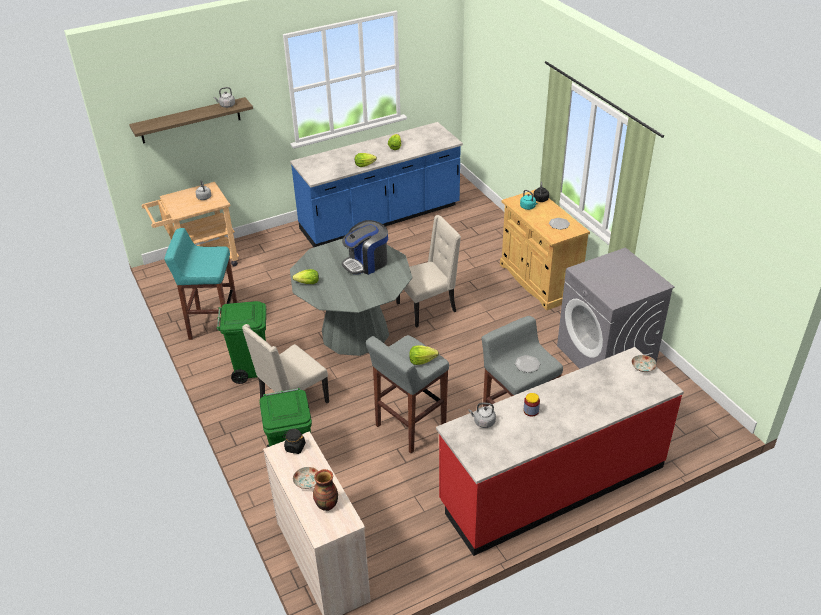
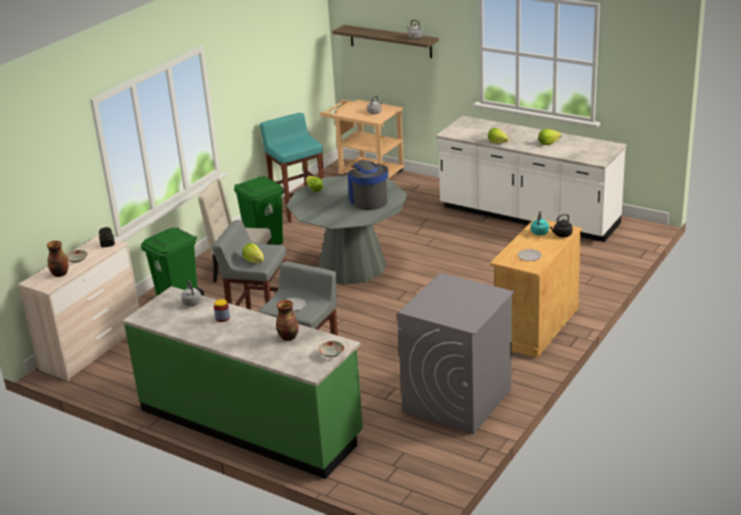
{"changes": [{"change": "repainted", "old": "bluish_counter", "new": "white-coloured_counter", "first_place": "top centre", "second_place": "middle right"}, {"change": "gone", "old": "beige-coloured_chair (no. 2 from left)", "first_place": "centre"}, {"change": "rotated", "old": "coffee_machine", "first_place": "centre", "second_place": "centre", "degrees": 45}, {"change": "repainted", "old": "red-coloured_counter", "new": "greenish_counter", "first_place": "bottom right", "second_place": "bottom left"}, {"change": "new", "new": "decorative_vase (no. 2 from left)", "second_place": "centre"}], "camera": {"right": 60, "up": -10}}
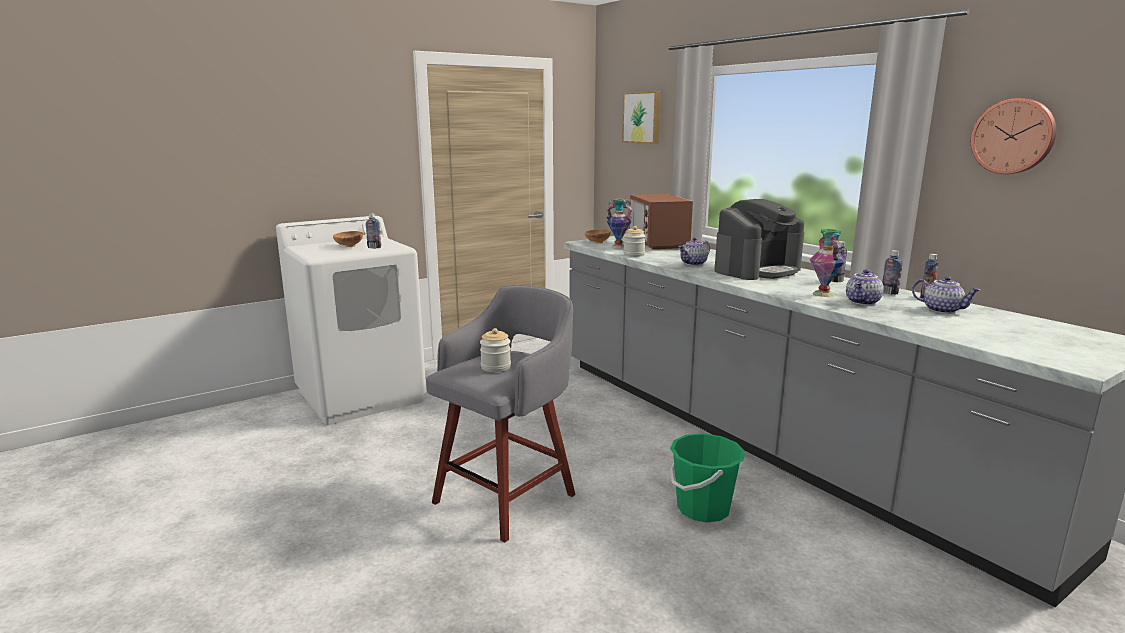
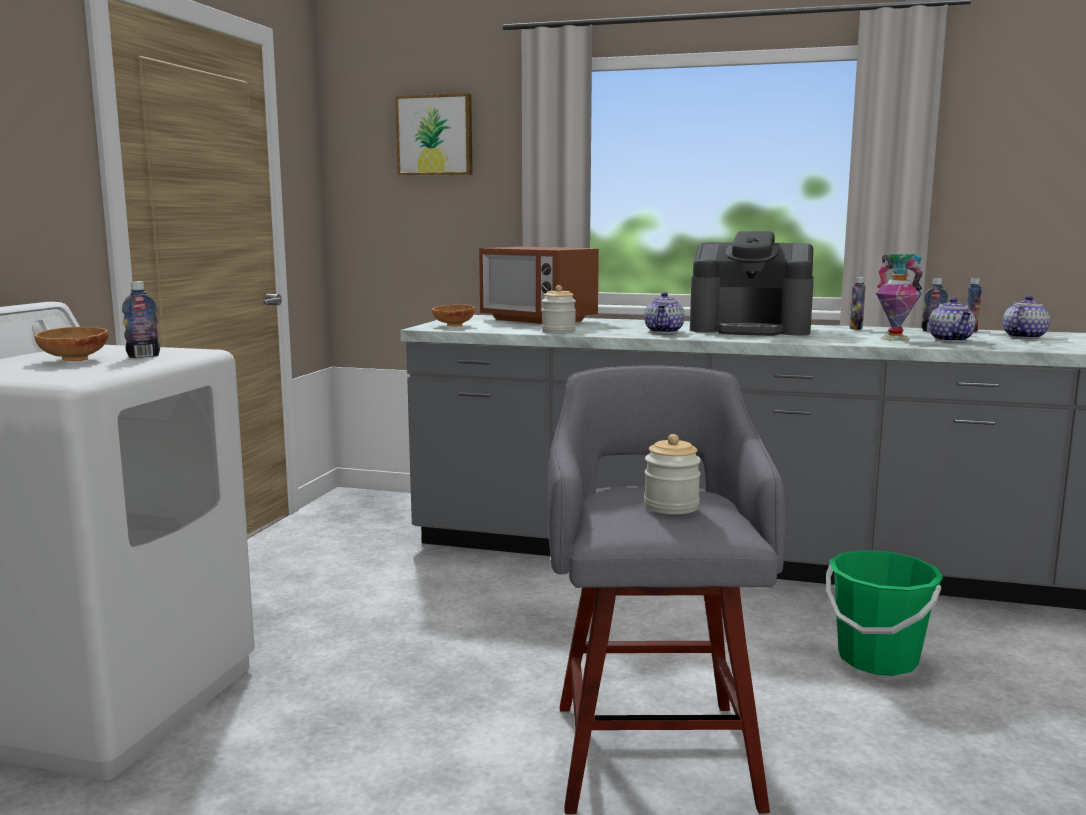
{"changes": [{"change": "gone", "old": "clock_on_the_wall", "first_place": "top right"}, {"change": "gone", "old": "decorative_vase (no. 1 from left)", "first_place": "centre"}, {"change": "rotated", "old": "coffee_machine", "first_place": "middle right", "second_place": "middle right", "degrees": 90}, {"change": "rotated", "old": "teapot (no. 3 from left)", "first_place": "middle right", "second_place": "middle right", "degrees": -45}], "camera": {"right": -40, "up": -5}}
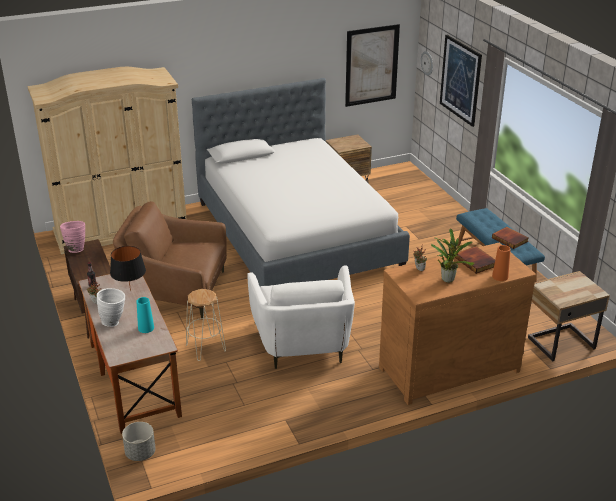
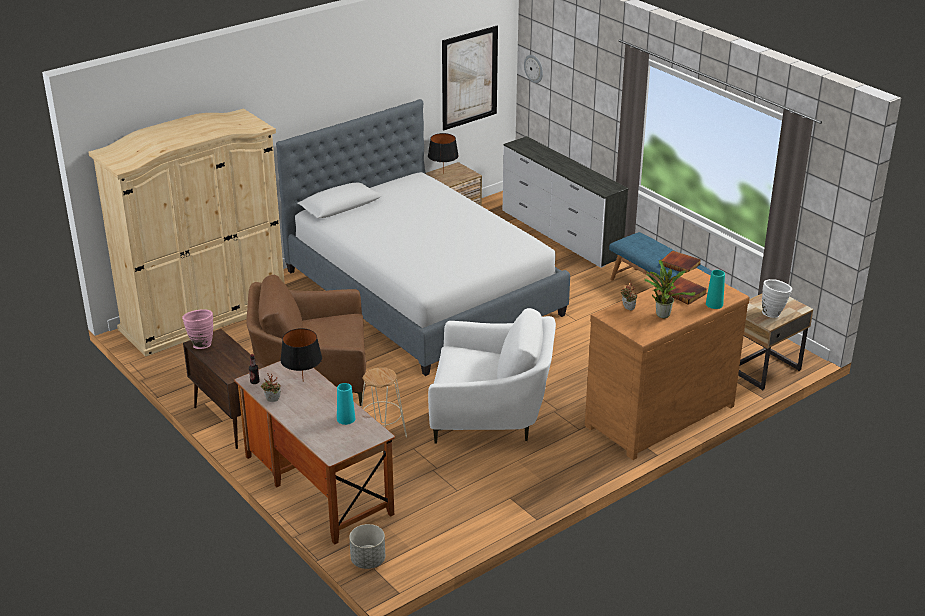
{"changes": [{"change": "gone", "old": "wall_picture (no. 2 from left)", "first_place": "top right"}, {"change": "repainted", "old": "orangey_decorative_vase", "new": "turquoise-coloured_decorative_vase (no. 2 from left)", "first_place": "middle right", "second_place": "middle right"}, {"change": "rotated", "old": "white-coloured_armchair", "first_place": "centre", "second_place": "centre", "degrees": -60}, {"change": "shifted", "old": "white-coloured_decorative_vase", "first_place": "middle left", "second_place": "middle right"}, {"change": "new", "new": "blackish_lamp_for_a_table (no. 2 from left)", "second_place": "top centre"}, {"change": "new", "new": "white-coloured_chest_of_drawers", "second_place": "top centre"}], "camera": {"right": -15, "up": 0}}
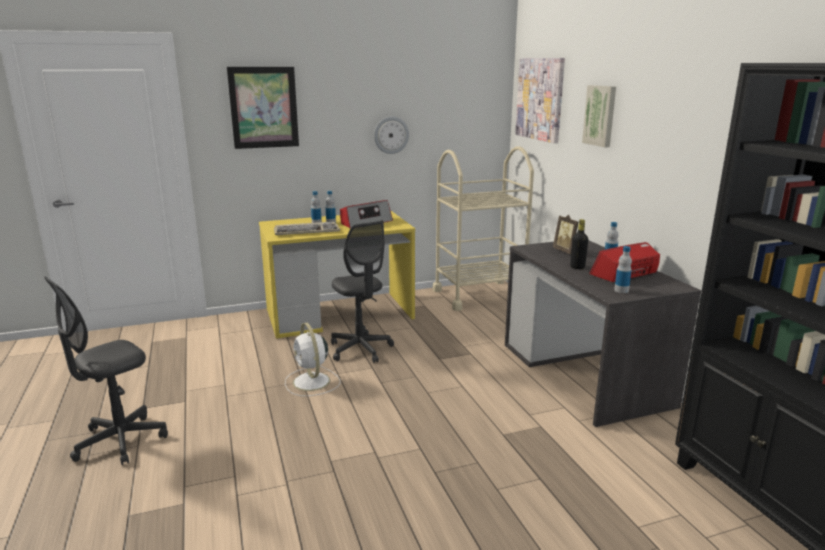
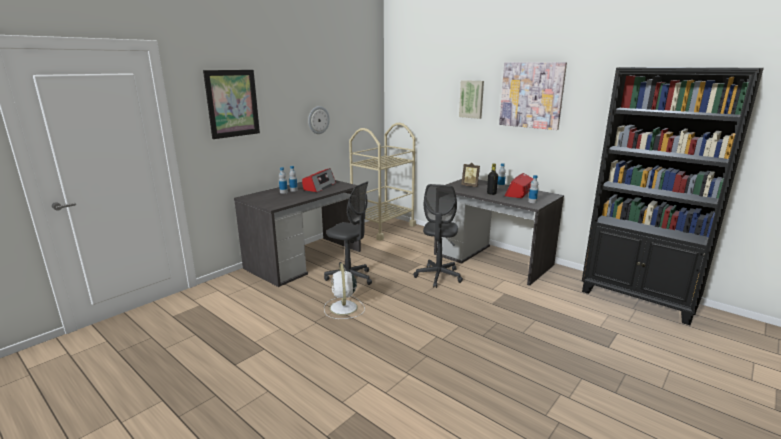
{"changes": [{"change": "shifted", "old": "wall_picture (no. 2 from left in the first image)", "new": "wall_picture (no. 3 from left)", "first_place": "top centre", "second_place": "top right"}, {"change": "repainted", "old": "yellowish_desk", "new": "greyish_desk (no. 1 from left)", "first_place": "centre", "second_place": "centre"}, {"change": "gone", "old": "PC_keyboard", "first_place": "centre"}, {"change": "shifted", "old": "greyish_computer_chair (no. 1 from left in the first image)", "new": "greyish_computer_chair (no. 2 from left)", "first_place": "bottom left", "second_place": "centre"}, {"change": "rotated", "old": "white-coloured_electric_fan", "first_place": "centre", "second_place": "centre", "degrees": 45}], "camera": {"right": -30, "up": 0}}
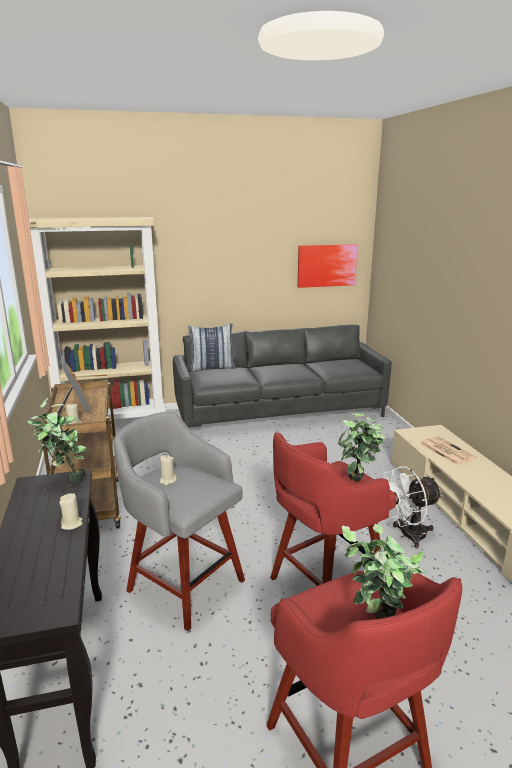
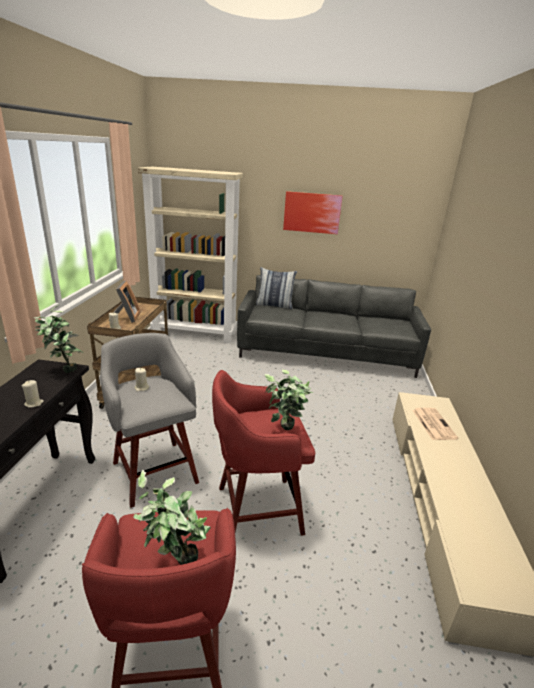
{"changes": [{"change": "shifted", "old": "wall_picture", "first_place": "centre", "second_place": "top centre"}, {"change": "gone", "old": "white-coloured_electric_fan", "first_place": "middle right"}], "camera": {"right": 20, "up": 5}}
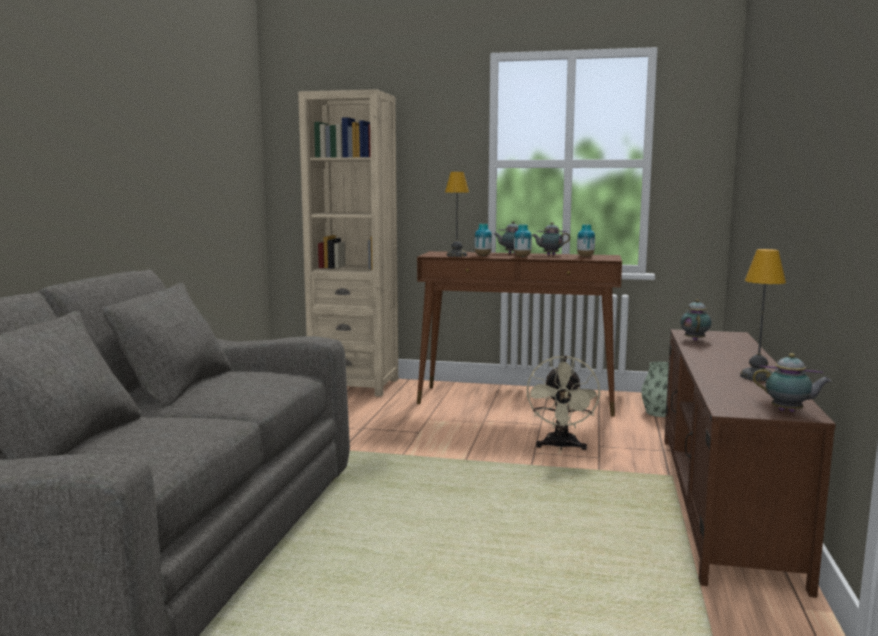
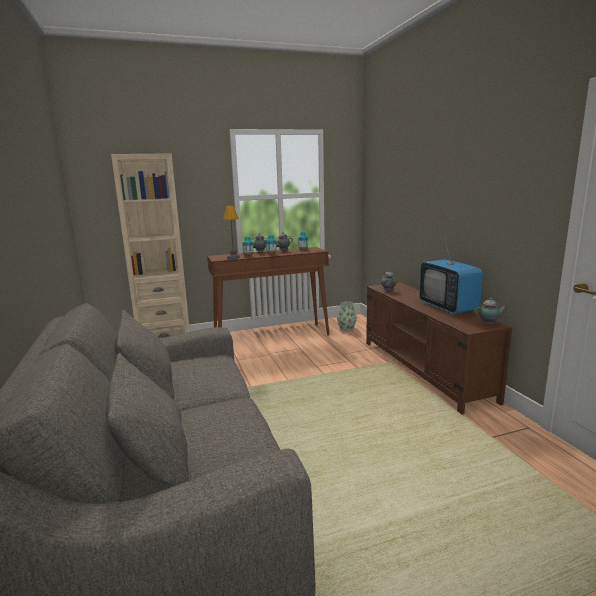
{"changes": [{"change": "swapped", "old": "lamp_for_a_table (no. 2 from left)", "new": "television", "first_place": "middle right", "second_place": "middle right"}, {"change": "gone", "old": "beige-coloured_electric_fan", "first_place": "centre"}], "camera": {"right": -30, "up": 5}}
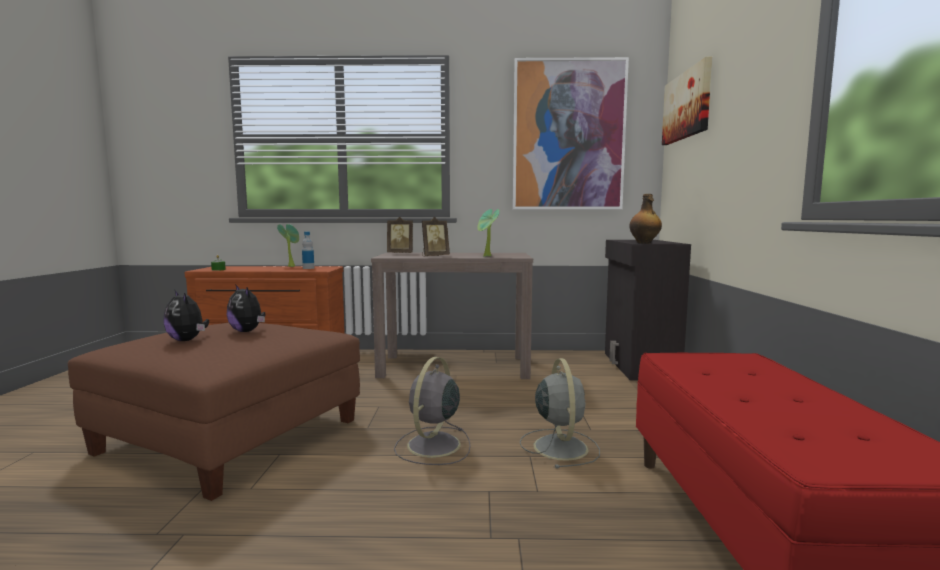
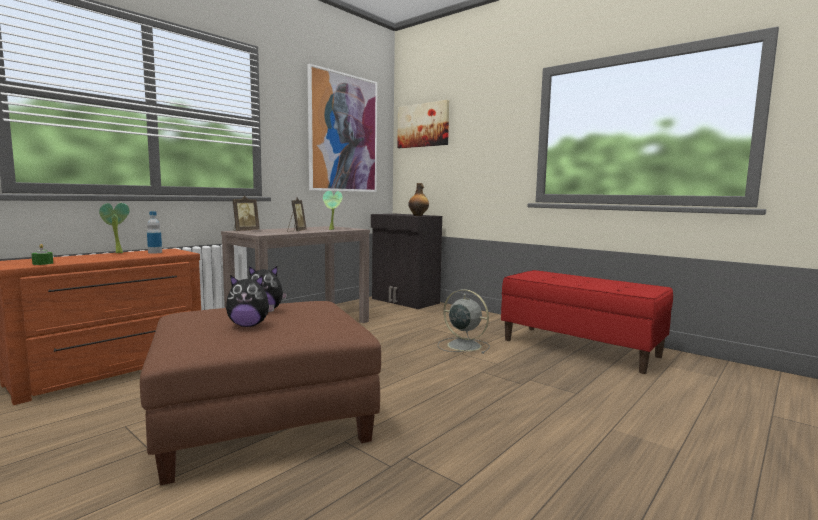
{"changes": [{"change": "gone", "old": "greyish_electric_fan (no. 1 from left)", "first_place": "bottom centre"}], "camera": {"right": -50, "up": 0}}
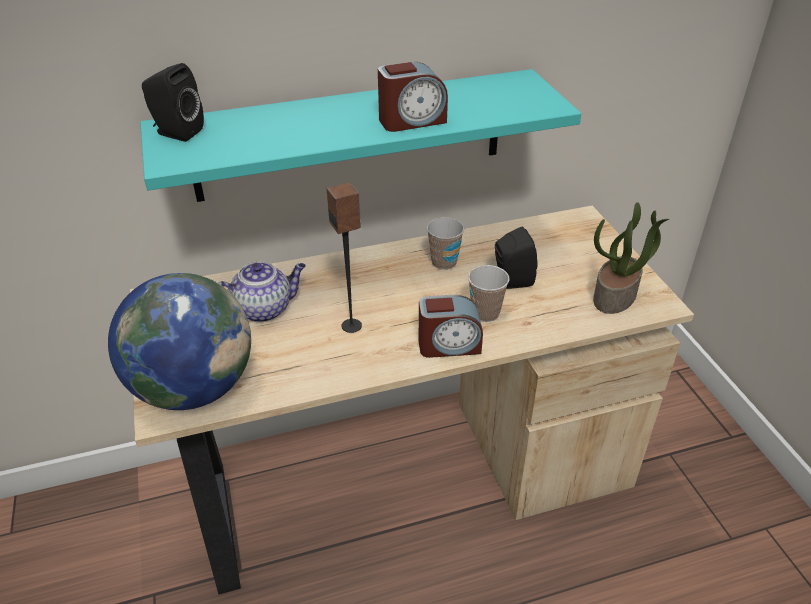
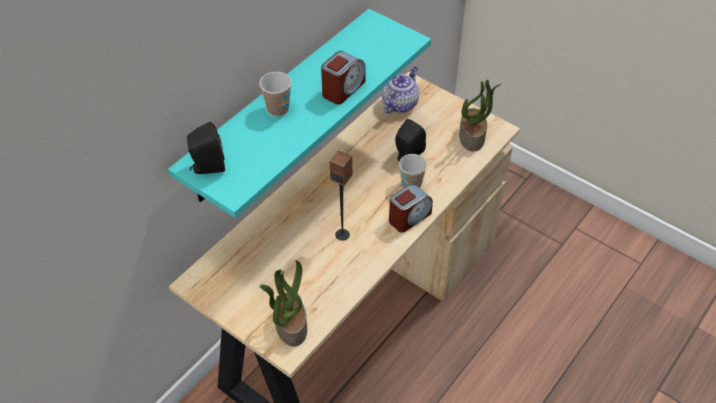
{"changes": [{"change": "shifted", "old": "cup (no. 1 from left)", "first_place": "centre", "second_place": "top centre"}, {"change": "shifted", "old": "teapot", "first_place": "middle left", "second_place": "top centre"}, {"change": "swapped", "old": "desk_globe", "new": "potted_plant (no. 1 from left)", "first_place": "middle left", "second_place": "bottom centre"}], "camera": {"right": -35, "up": 10}}
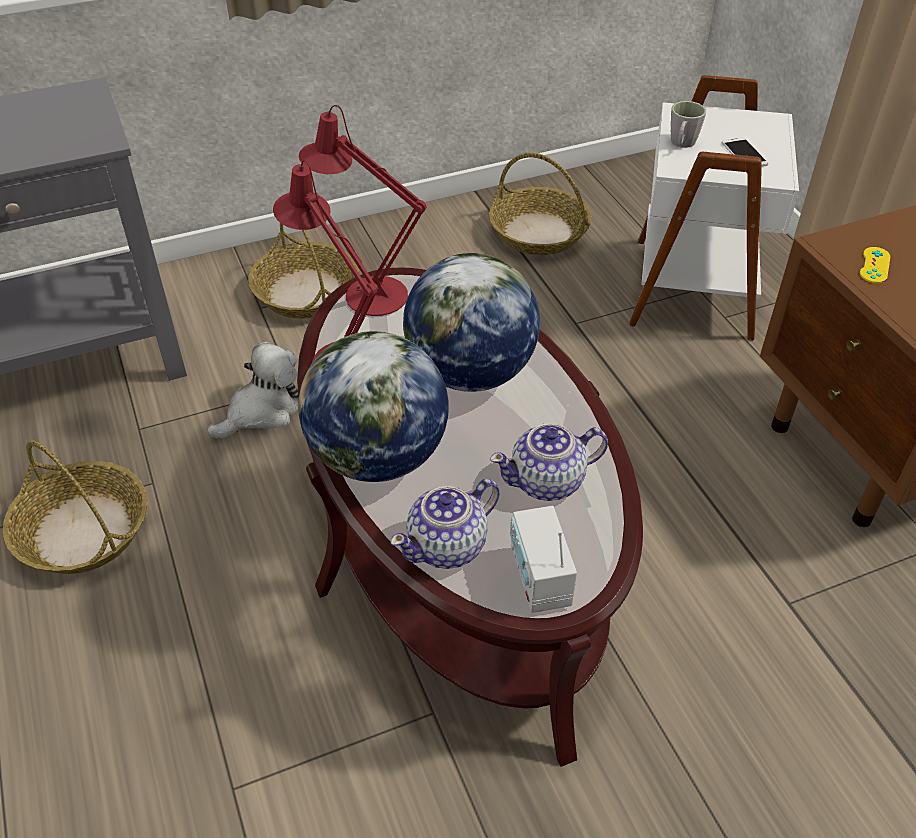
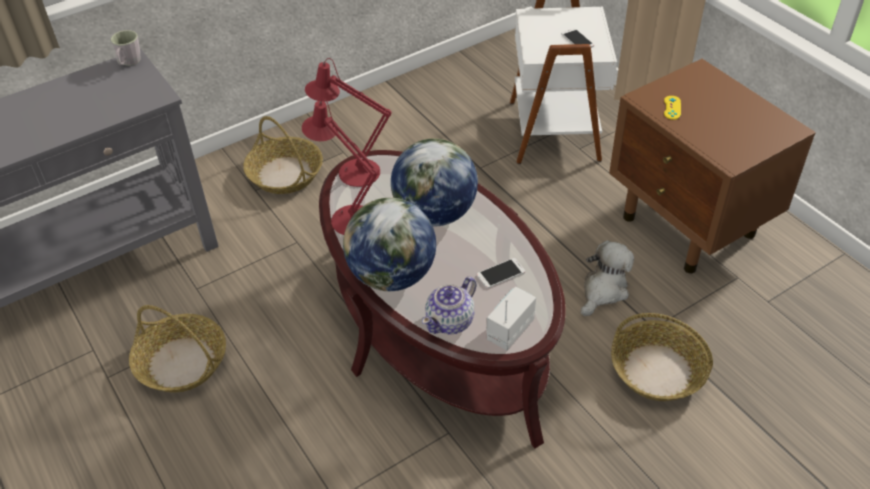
{"changes": [{"change": "shifted", "old": "greyish_coffee_mug", "first_place": "top right", "second_place": "top left"}, {"change": "shifted", "old": "household_basket (no. 3 from left)", "first_place": "top centre", "second_place": "bottom right"}, {"change": "shifted", "old": "plush_toy", "first_place": "middle left", "second_place": "middle right"}, {"change": "swapped", "old": "teapot (no. 2 from left)", "new": "phone (no. 1 from left)", "first_place": "centre", "second_place": "centre"}, {"change": "rotated", "old": "radio", "first_place": "bottom centre", "second_place": "centre", "degrees": 60}], "camera": {"right": -10, "up": 0}}
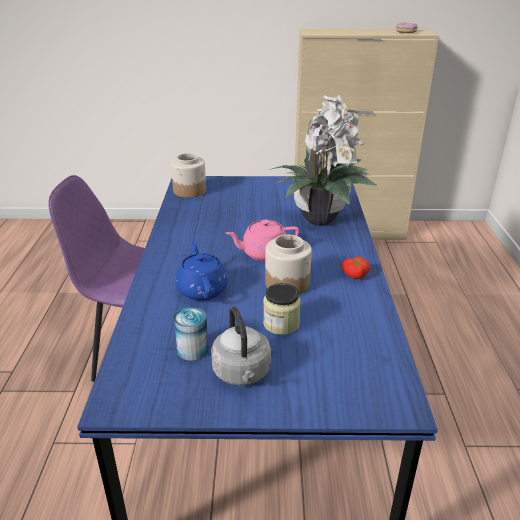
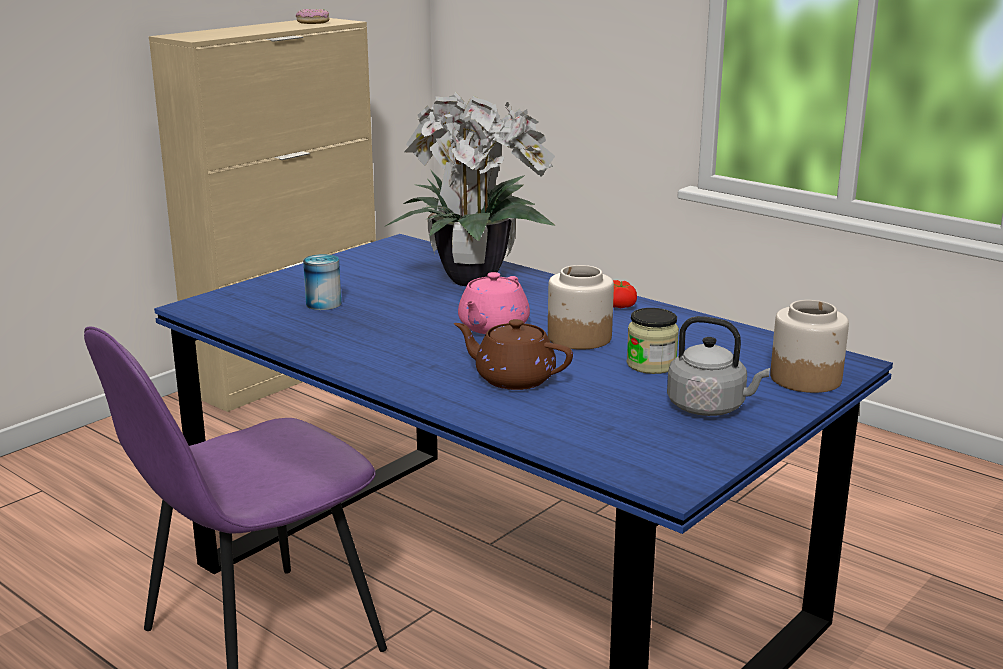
{"changes": [{"change": "shifted", "old": "storage_jar (no. 1 from left in the first image)", "new": "storage_jar (no. 3 from left)", "first_place": "centre", "second_place": "middle right"}, {"change": "repainted", "old": "bluish_teapot", "new": "brown_teapot", "first_place": "centre", "second_place": "centre"}, {"change": "shifted", "old": "metal_can", "first_place": "centre", "second_place": "middle left"}], "camera": {"right": -50, "up": -10}}
